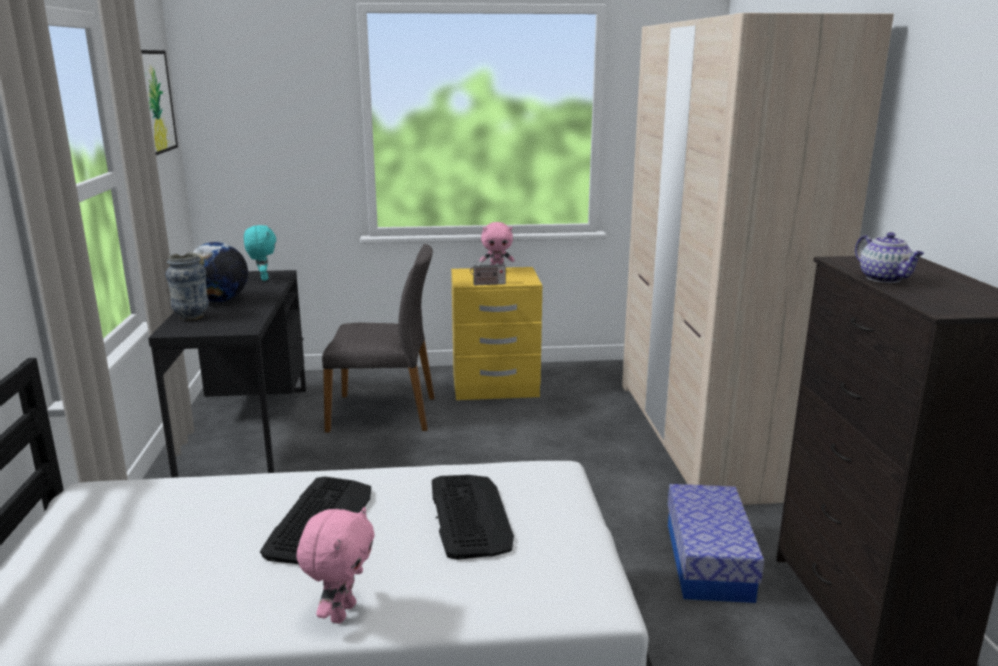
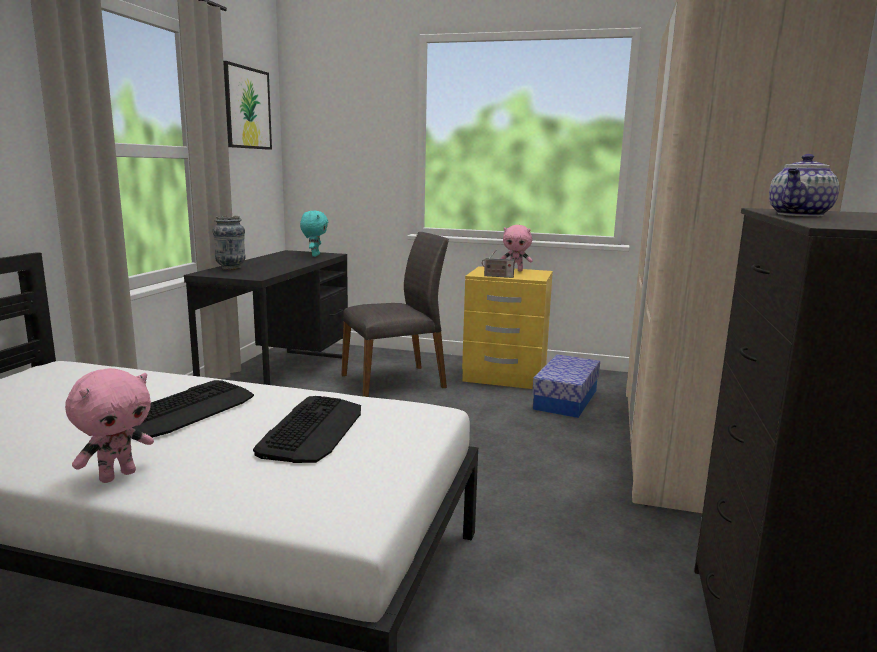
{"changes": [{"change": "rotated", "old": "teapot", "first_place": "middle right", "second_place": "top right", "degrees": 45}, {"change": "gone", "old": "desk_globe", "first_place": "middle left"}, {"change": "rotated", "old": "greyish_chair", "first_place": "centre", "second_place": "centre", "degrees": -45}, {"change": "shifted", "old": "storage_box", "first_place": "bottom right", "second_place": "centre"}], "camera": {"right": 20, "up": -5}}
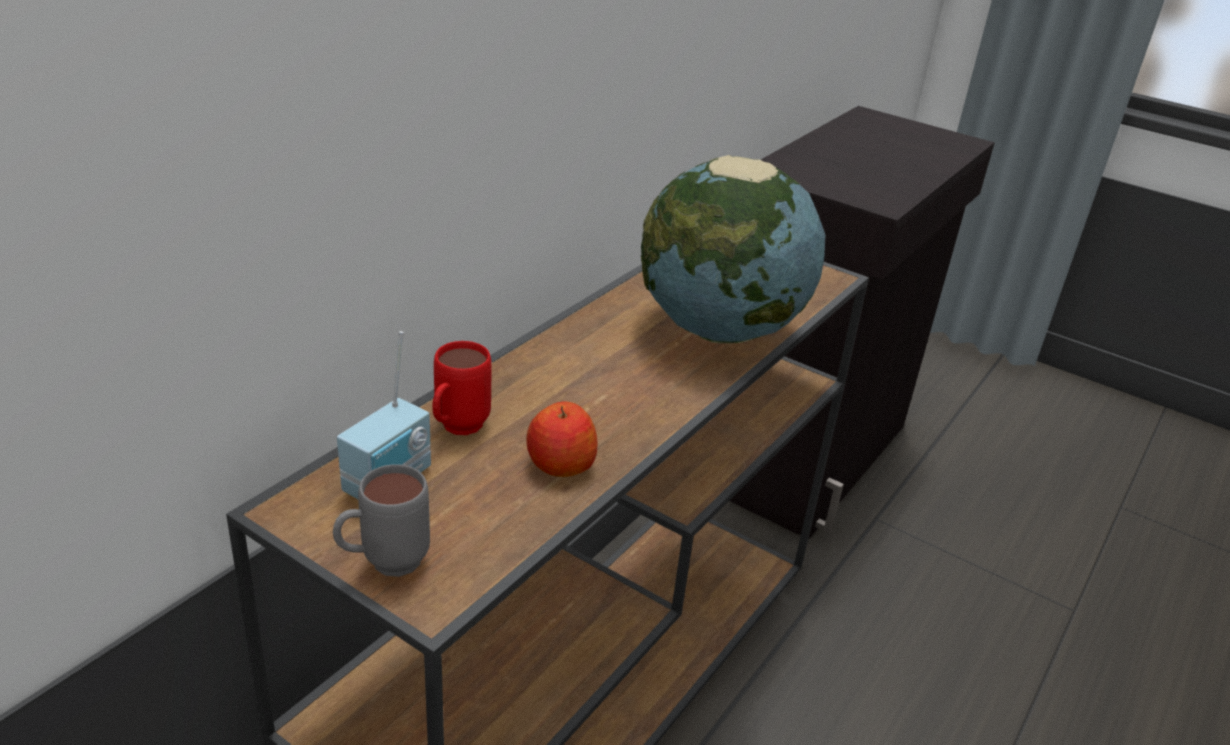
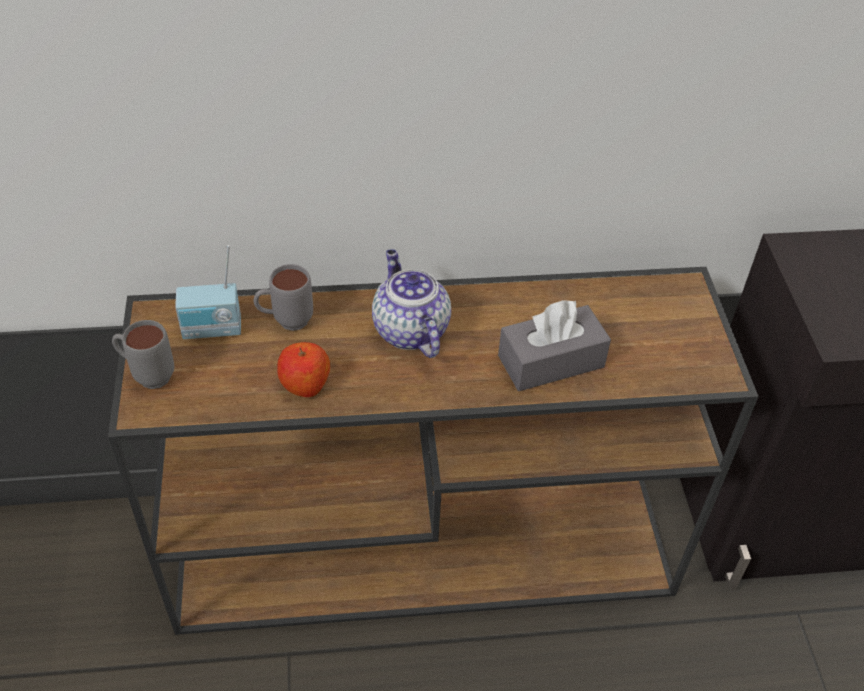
{"changes": [{"change": "swapped", "old": "desk_globe", "new": "greyish_tissue_box", "first_place": "centre", "second_place": "centre"}, {"change": "repainted", "old": "red-coloured_coffee_mug", "new": "greyish_coffee_mug (no. 2 from left)", "first_place": "centre", "second_place": "middle left"}, {"change": "new", "new": "teapot", "second_place": "centre"}], "camera": {"right": 50, "up": 15}}
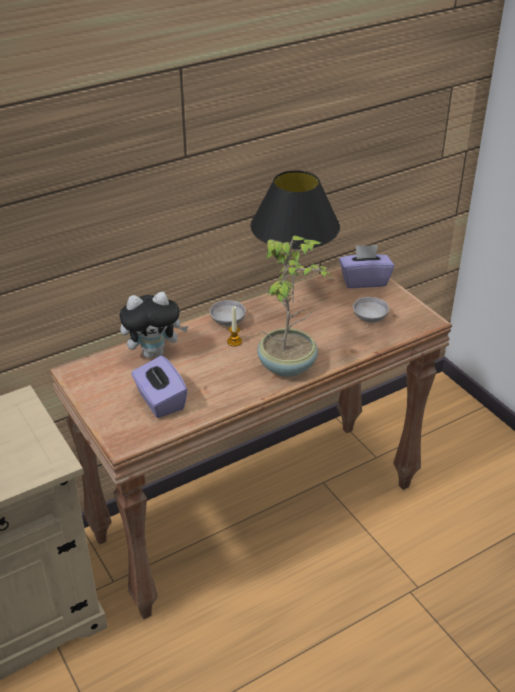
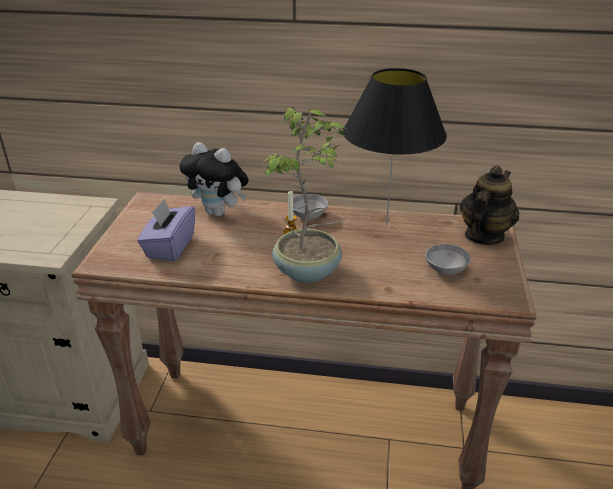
{"changes": [{"change": "swapped", "old": "purple-coloured_tissue_box (no. 2 from left)", "new": "teapot", "first_place": "middle right", "second_place": "middle right"}], "camera": {"right": 40, "up": -5}}
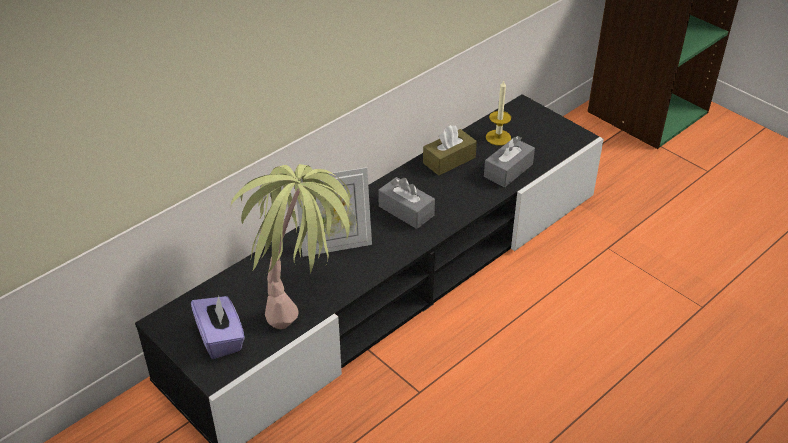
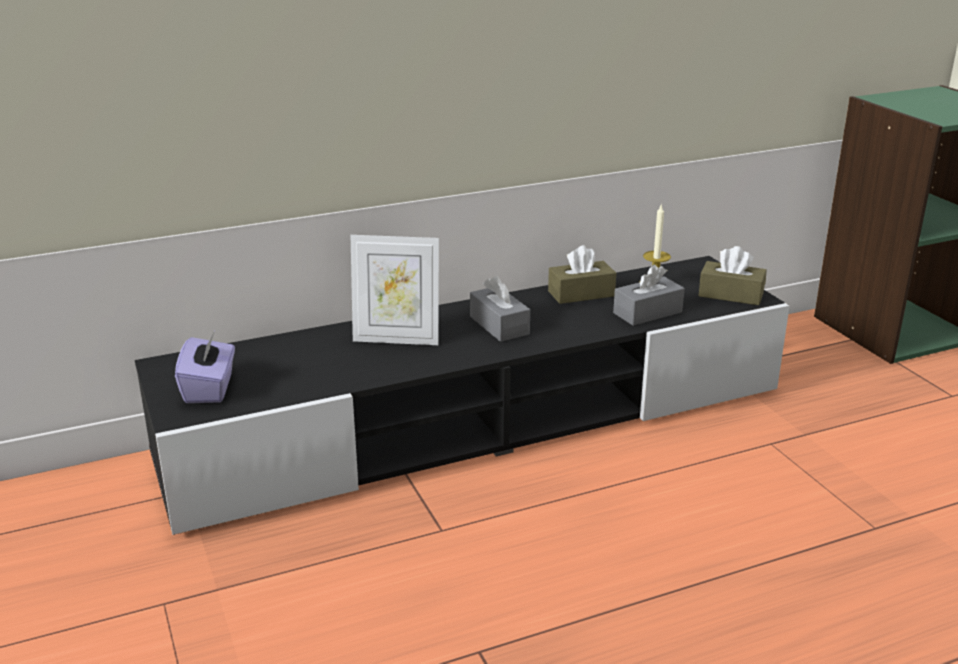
{"changes": [{"change": "gone", "old": "potted_plant", "first_place": "centre"}, {"change": "new", "new": "brown_tissue_box (no. 2 from left)", "second_place": "middle right"}], "camera": {"right": 20, "up": -15}}
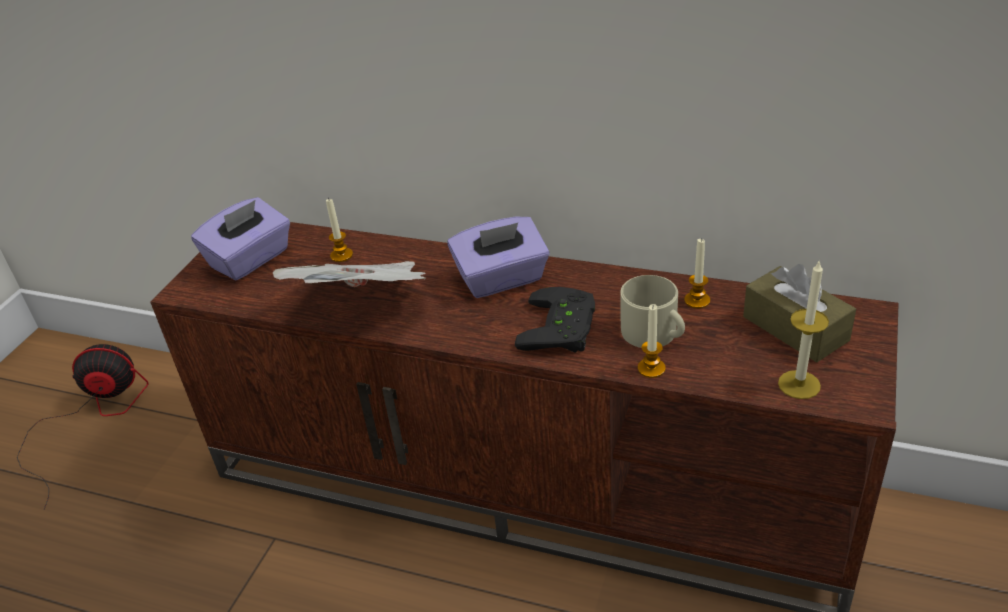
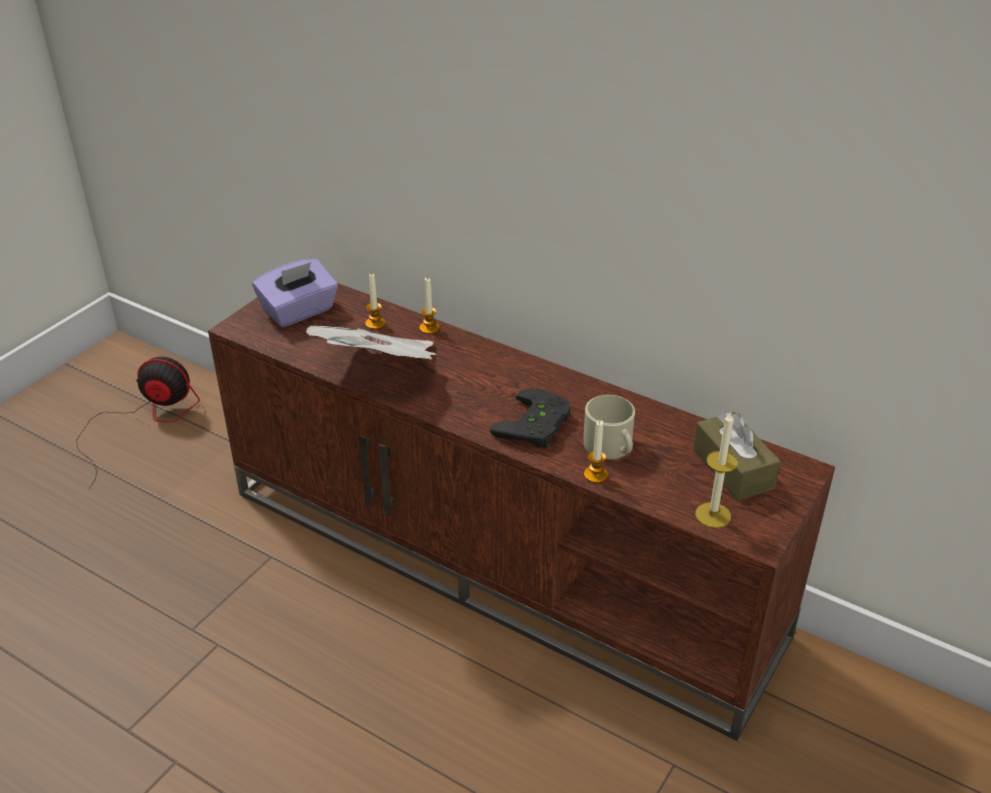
{"changes": [{"change": "gone", "old": "purple-coloured_tissue_box (no. 2 from left)", "first_place": "centre"}, {"change": "shifted", "old": "candle (no. 3 from left in the first image)", "new": "candle (no. 2 from left)", "first_place": "middle right", "second_place": "centre"}], "camera": {"right": 10, "up": 0}}
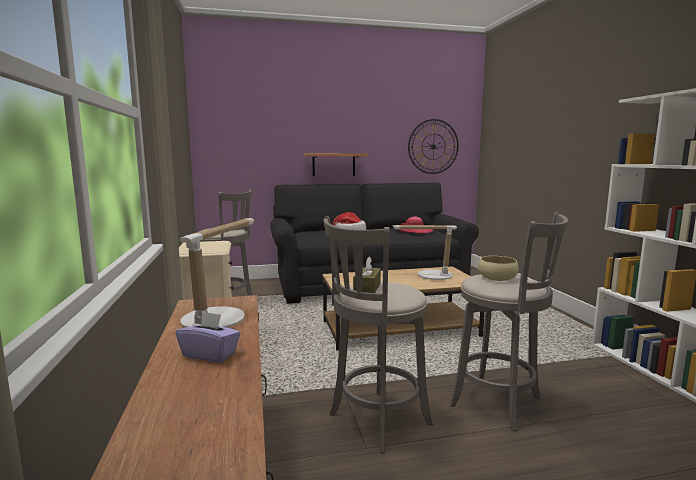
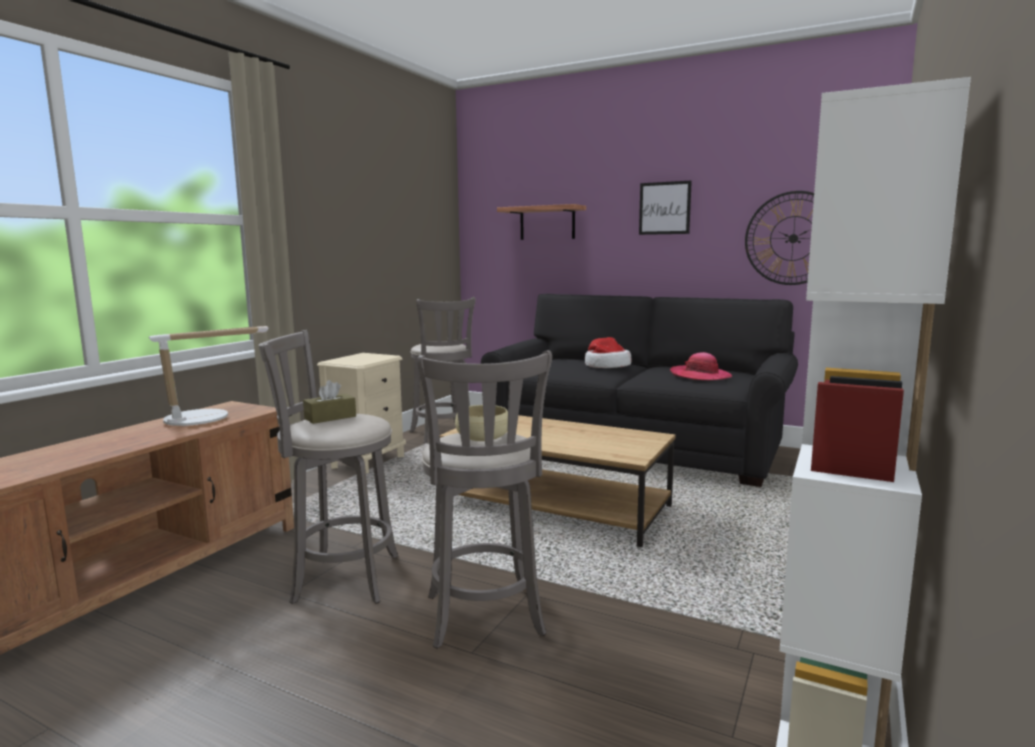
{"changes": [{"change": "shifted", "old": "bracket_shelf", "first_place": "centre", "second_place": "top centre"}, {"change": "gone", "old": "lamp_for_a_table (no. 2 from left)", "first_place": "centre"}, {"change": "gone", "old": "purple-coloured_tissue_box", "first_place": "bottom left"}, {"change": "new", "new": "wall_picture", "second_place": "top centre"}], "camera": {"right": 40, "up": 0}}
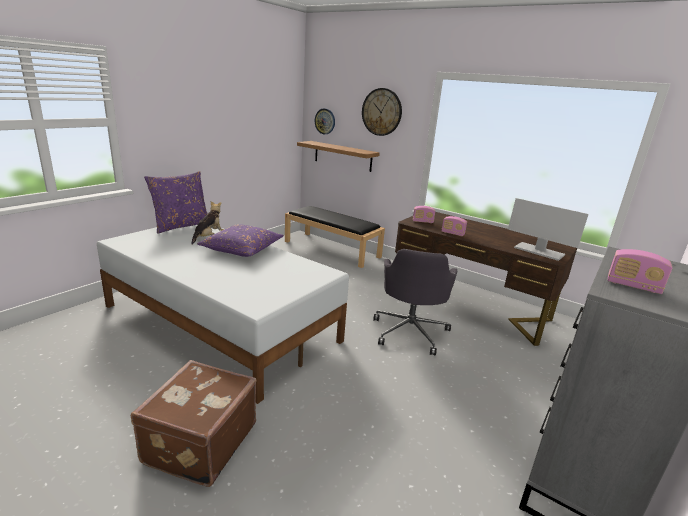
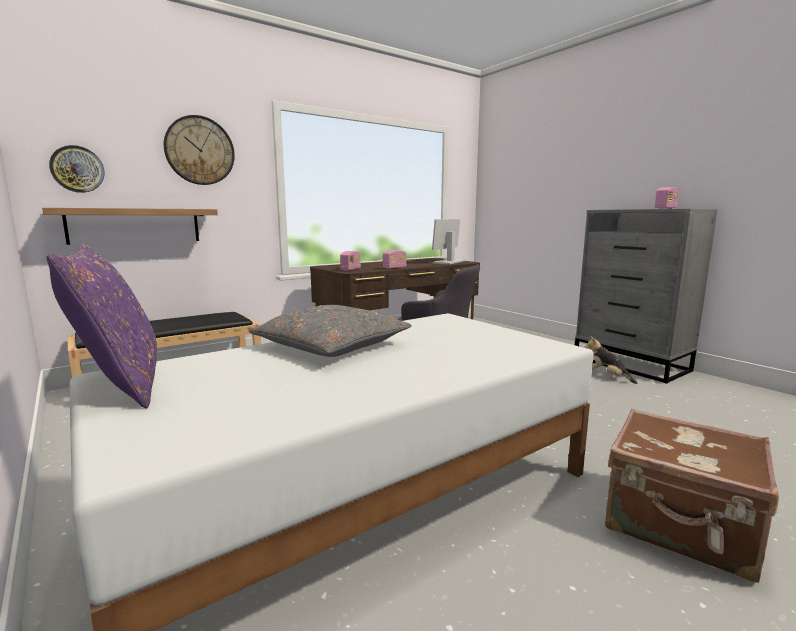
{"changes": [{"change": "rotated", "old": "computer_screen", "first_place": "middle right", "second_place": "centre", "degrees": 150}, {"change": "shifted", "old": "plush_toy", "first_place": "middle left", "second_place": "middle right"}, {"change": "repainted", "old": "purple-coloured_pillow (no. 2 from left)", "new": "greyish_pillow", "first_place": "centre", "second_place": "centre"}], "camera": {"right": -70, "up": -10}}
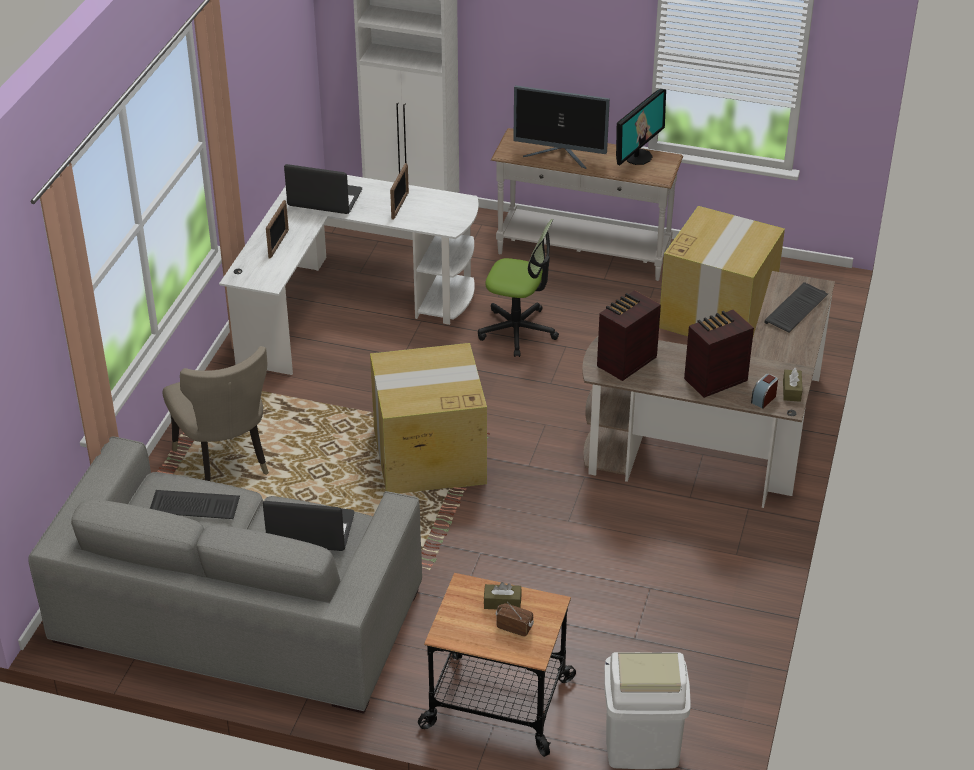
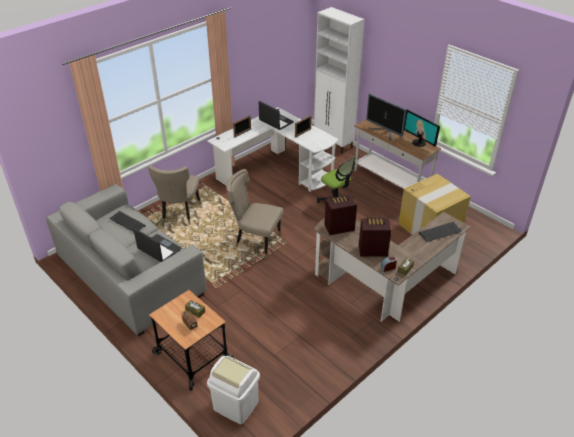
{"changes": [{"change": "rotated", "old": "computer_screen (no. 2 from left)", "first_place": "top centre", "second_place": "top right", "degrees": 75}, {"change": "swapped", "old": "carton (no. 1 from left)", "new": "beige-coloured_chair (no. 2 from left)", "first_place": "centre", "second_place": "centre"}], "camera": {"right": 30, "up": 0}}
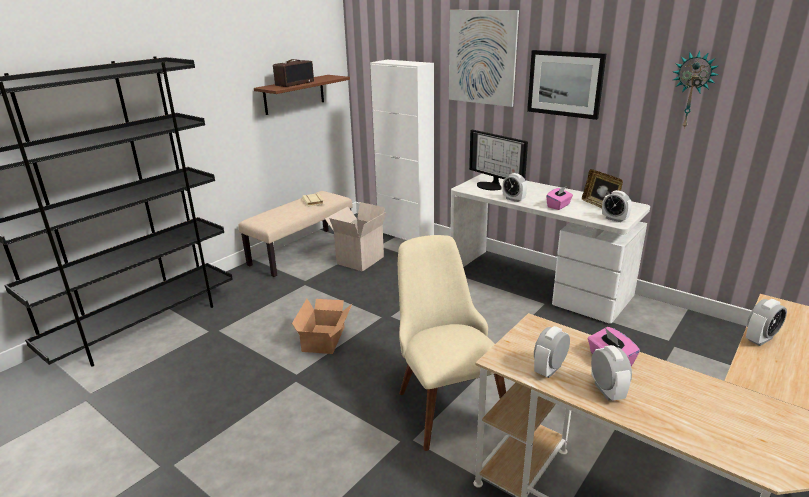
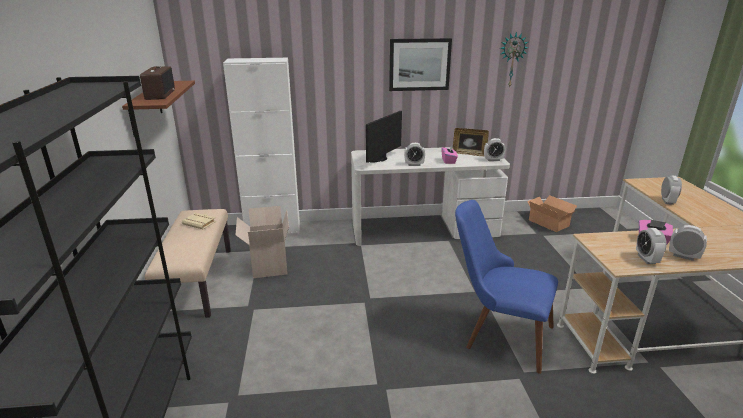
{"changes": [{"change": "gone", "old": "wall_picture (no. 1 from left)", "first_place": "top centre"}, {"change": "rotated", "old": "computer_screen", "first_place": "top centre", "second_place": "top centre", "degrees": 120}, {"change": "repainted", "old": "beige-coloured_chair", "new": "bluish_chair", "first_place": "bottom centre", "second_place": "bottom right"}, {"change": "shifted", "old": "carton (no. 1 from left in the first image)", "new": "carton (no. 2 from left)", "first_place": "centre", "second_place": "middle right"}], "camera": {"right": -45, "up": 0}}
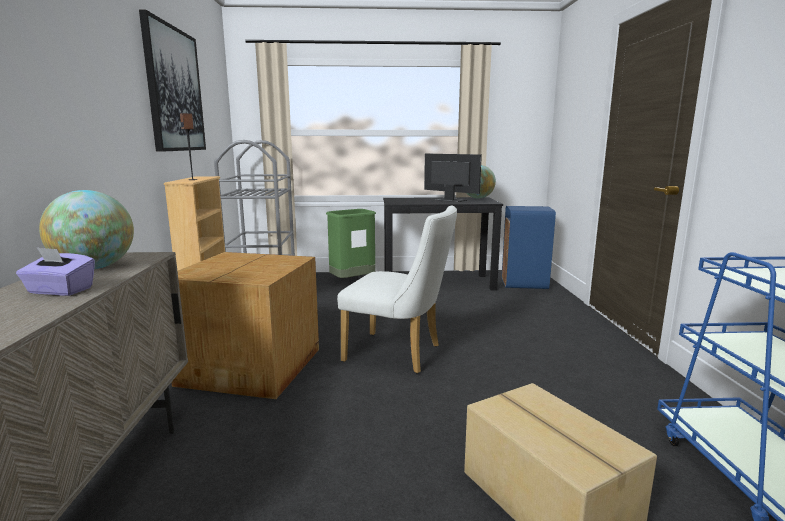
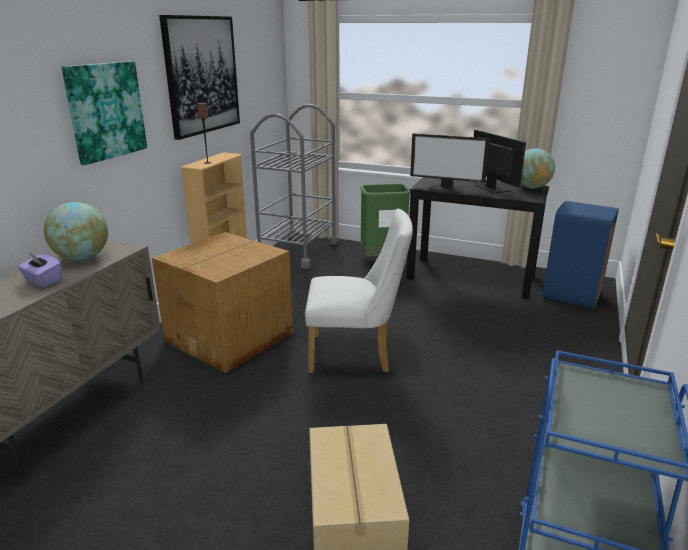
{"changes": [{"change": "rotated", "old": "white-coloured_chair", "first_place": "centre", "second_place": "centre", "degrees": -45}, {"change": "new", "new": "wall_picture (no. 1 from left)", "second_place": "top left"}, {"change": "new", "new": "computer_screen (no. 1 from left)", "second_place": "top centre"}], "camera": {"right": 25, "up": 10}}
